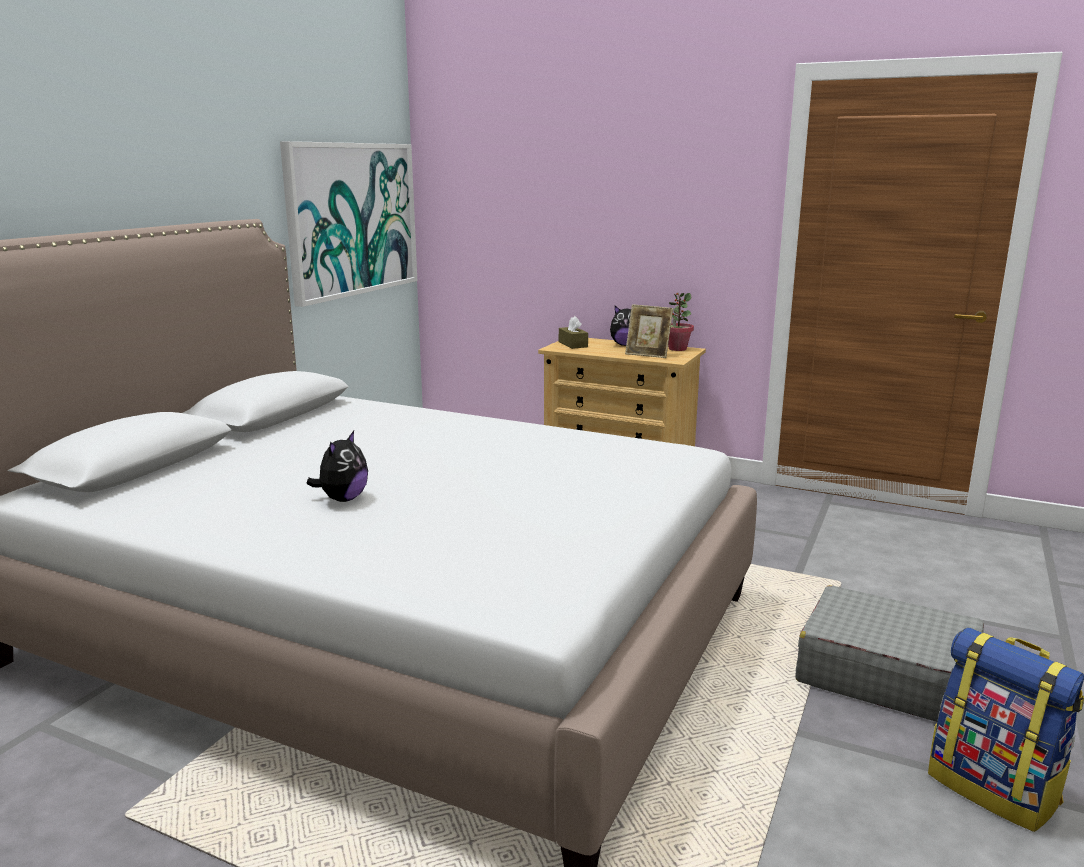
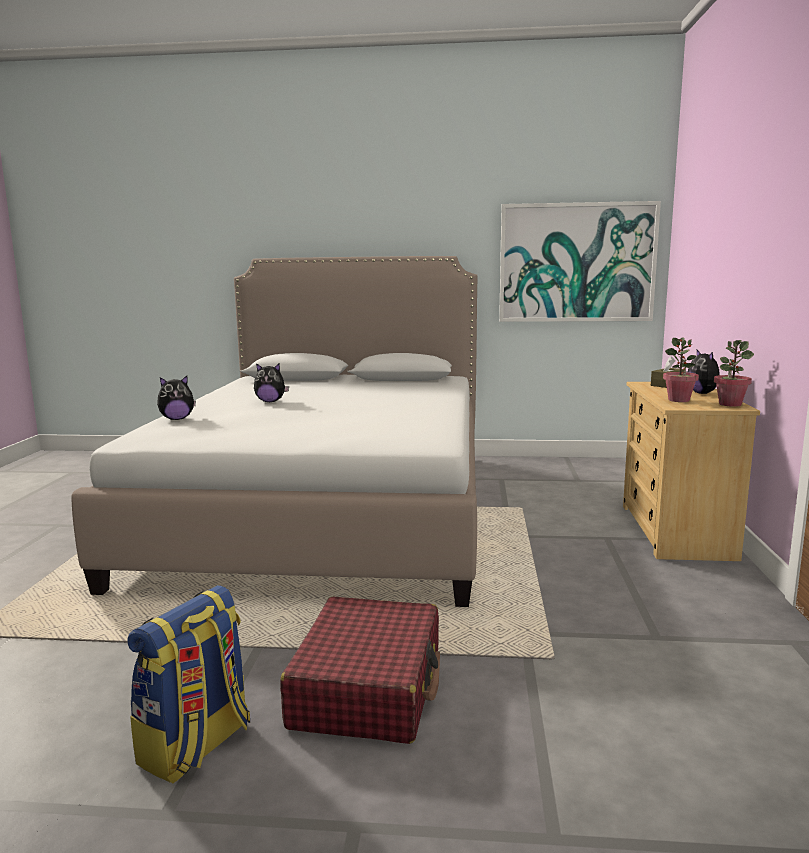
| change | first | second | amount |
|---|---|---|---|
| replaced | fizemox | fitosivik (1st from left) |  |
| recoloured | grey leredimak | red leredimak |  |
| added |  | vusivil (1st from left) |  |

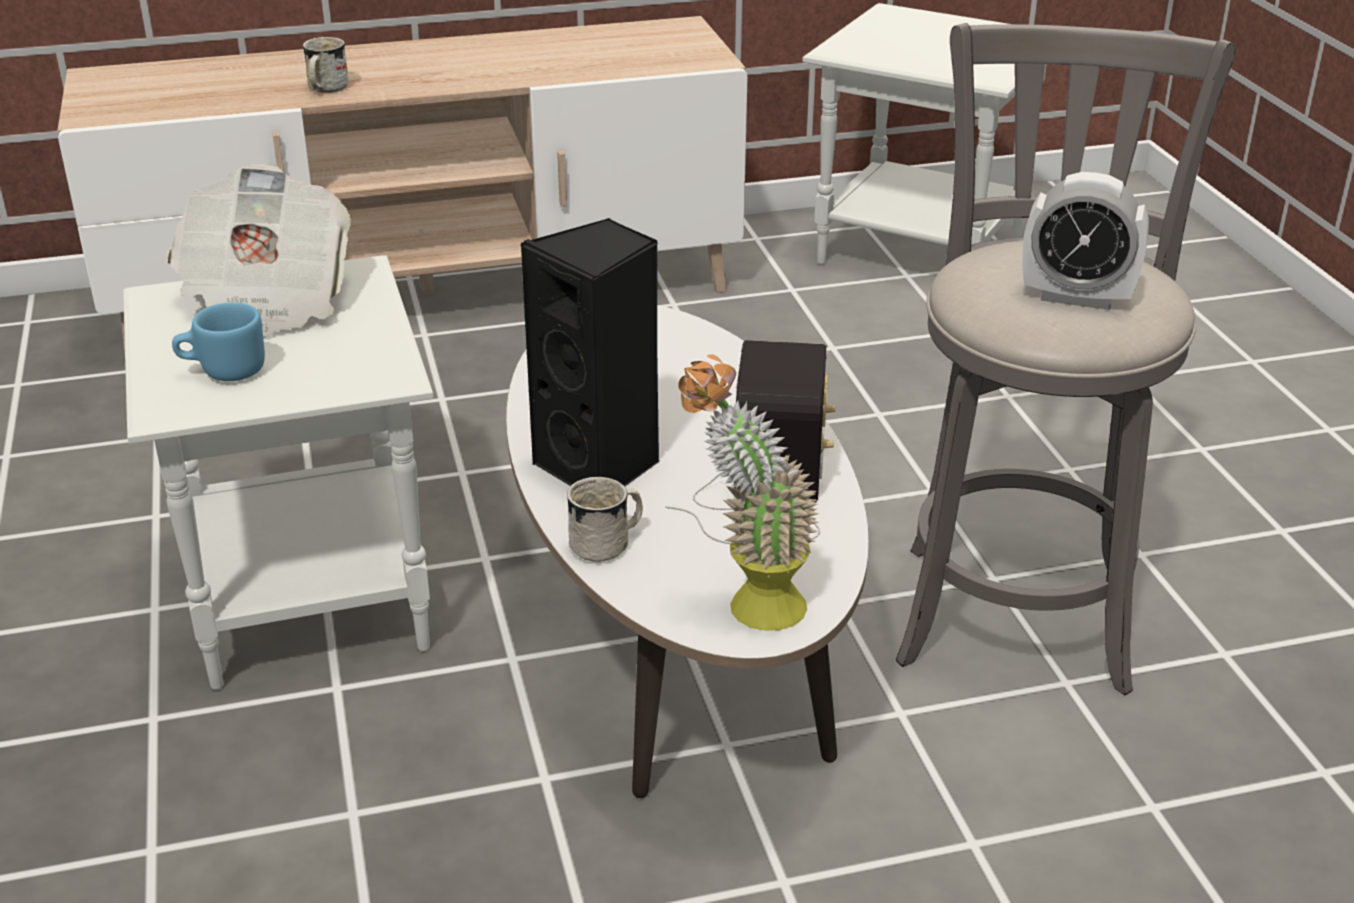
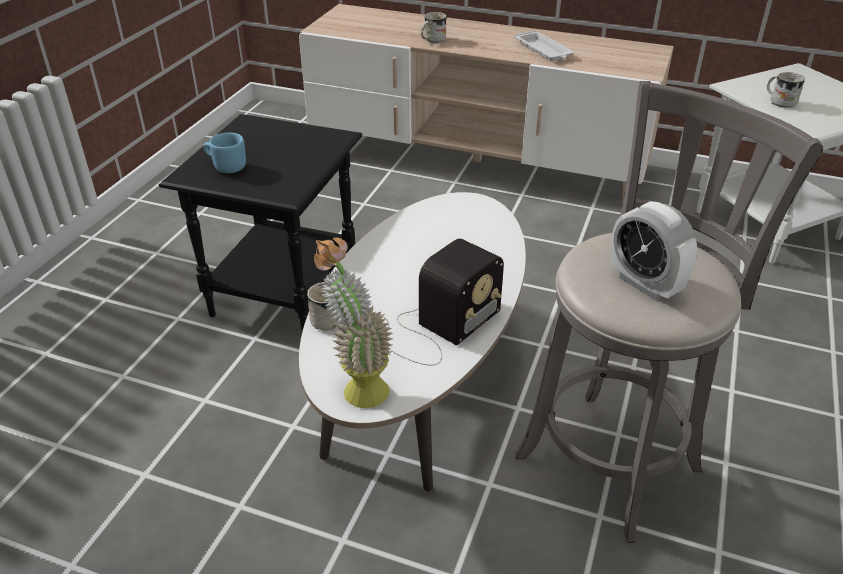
| change | first | second | amount |
|---|---|---|---|
| removed | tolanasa |  |  |
| removed | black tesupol |  |  |
| recoloured | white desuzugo (1st from left) | black desuzugo |  |
| added |  | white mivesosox |  |
| added |  | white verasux (3rd from left) |  |

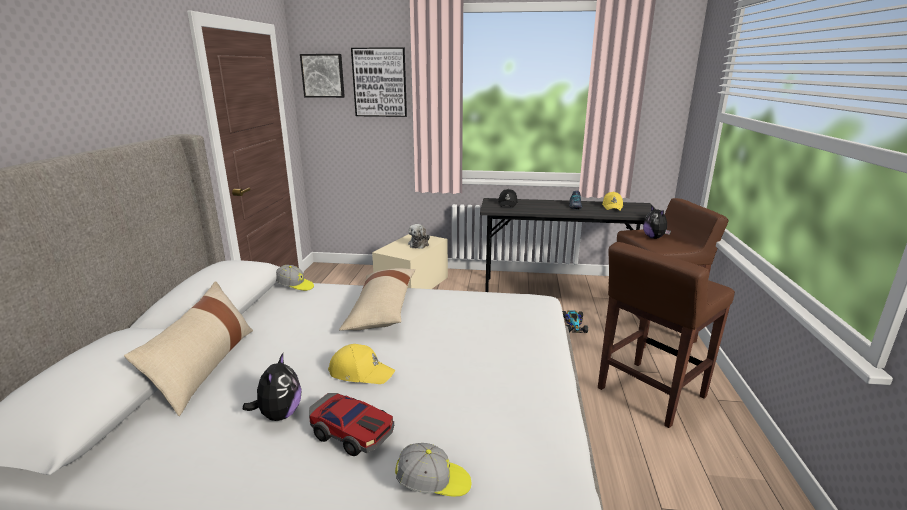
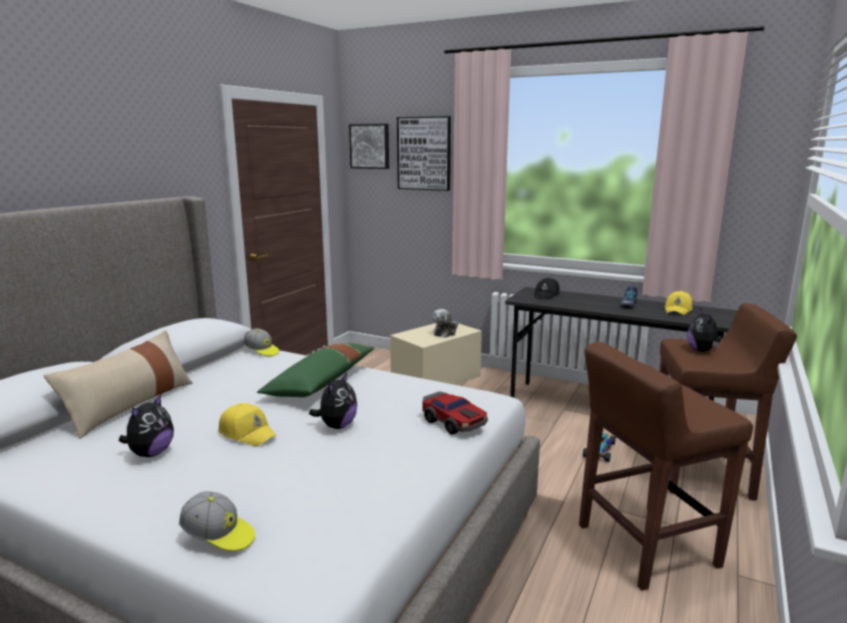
| change | first | second | amount |
|---|---|---|---|
| recoloured | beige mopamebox (2nd from left) | green mopamebox |  |
| moved | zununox (1st from left) |  |  |
| added |  | vusivil (2nd from left) |  |

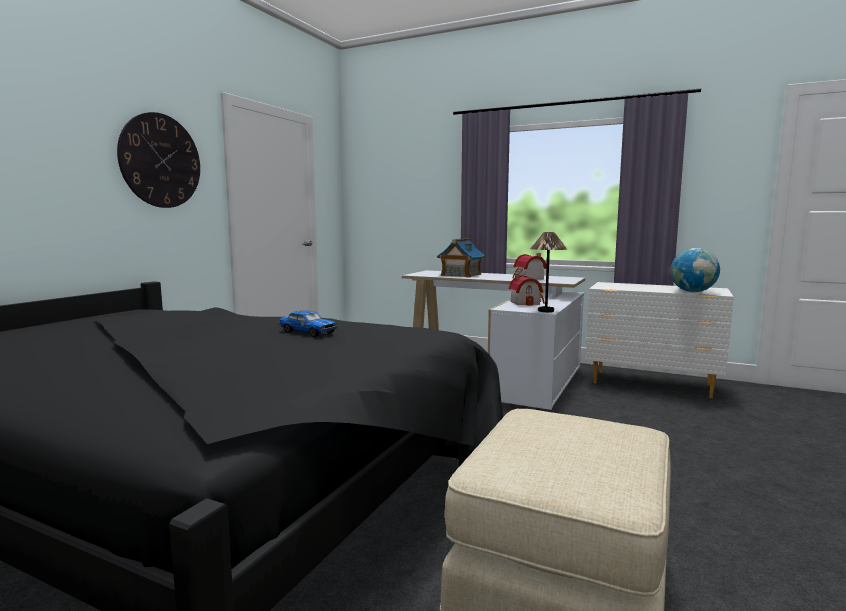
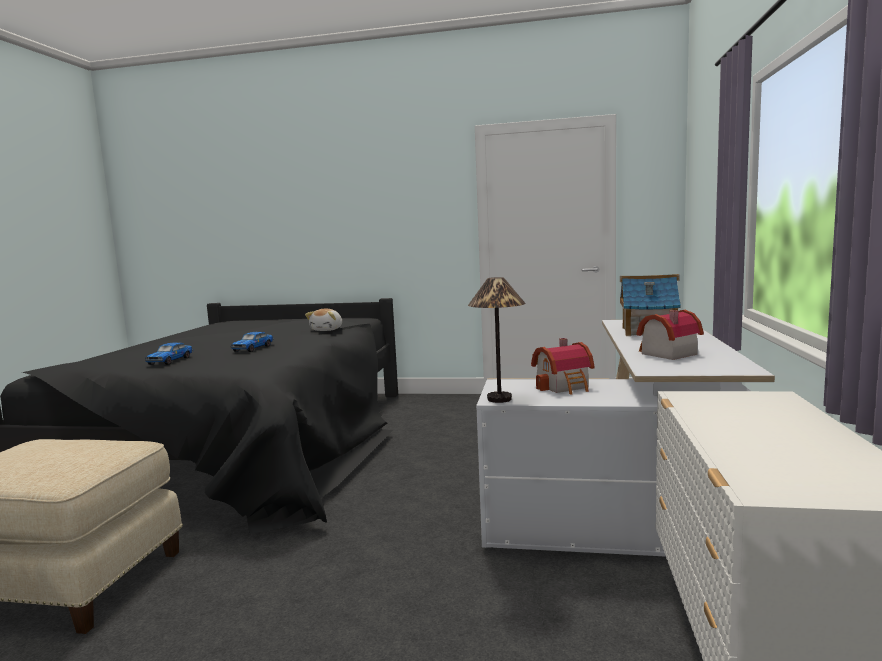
| change | first | second | amount |
|---|---|---|---|
| removed | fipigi |  |  |
| removed | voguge |  |  |
| added |  | vusivil |  |
| added |  | zununox (1st from left) |  |

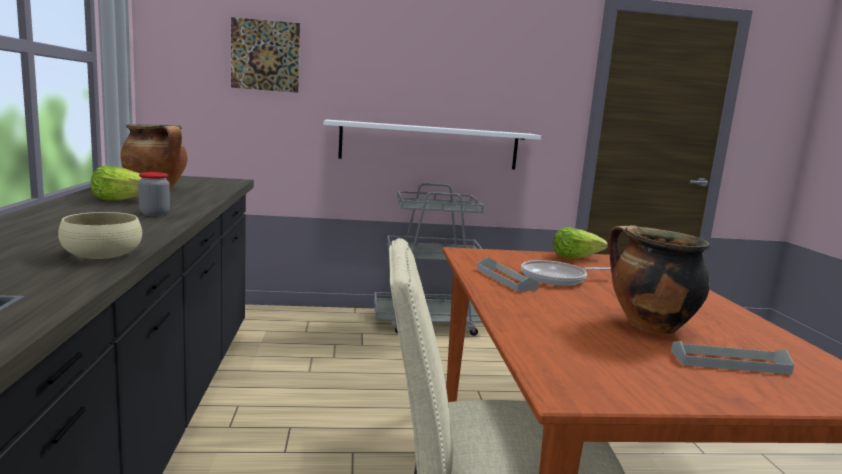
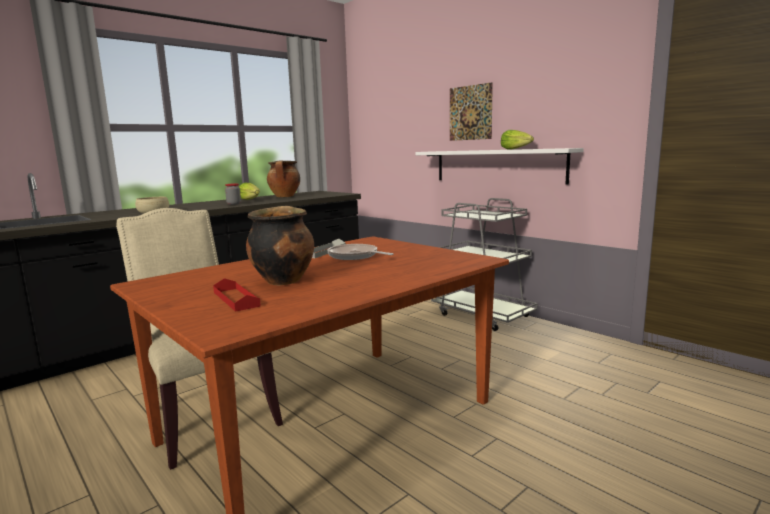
| change | first | second | amount |
|---|---|---|---|
| moved | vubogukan |  |  |
| moved | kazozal (2nd from left) |  |  |
| recoloured | grey mivesosox (2nd from left) | red mivesosox |  |

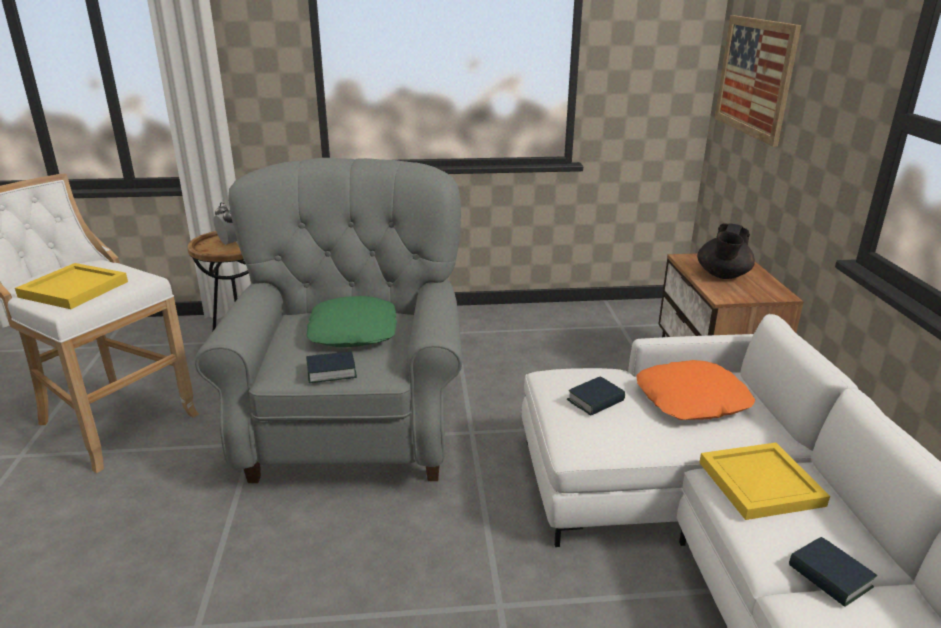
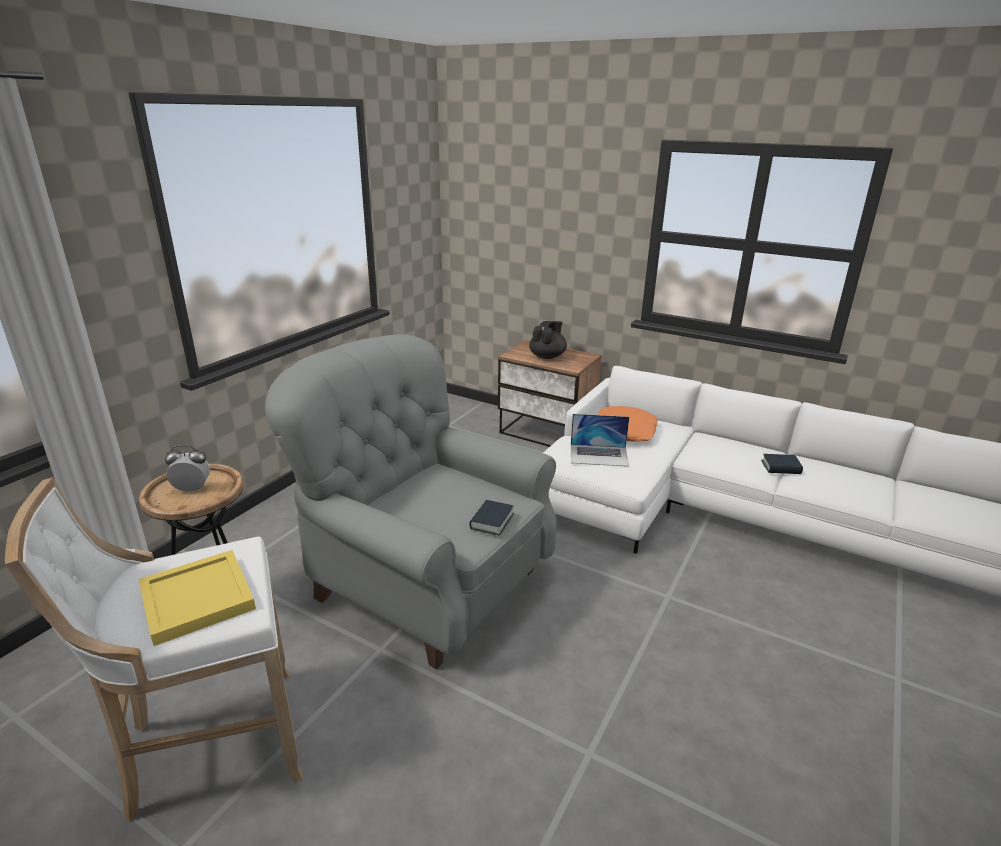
| change | first | second | amount |
|---|---|---|---|
| removed | vubogukan |  |  |
| turned | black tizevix |  | 120 degrees counterclockwise |
| removed | green mopamebox |  |  |
| replaced | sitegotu (2nd from left) | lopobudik |  |
| removed | yellow mivesosox (2nd from left) |  |  |

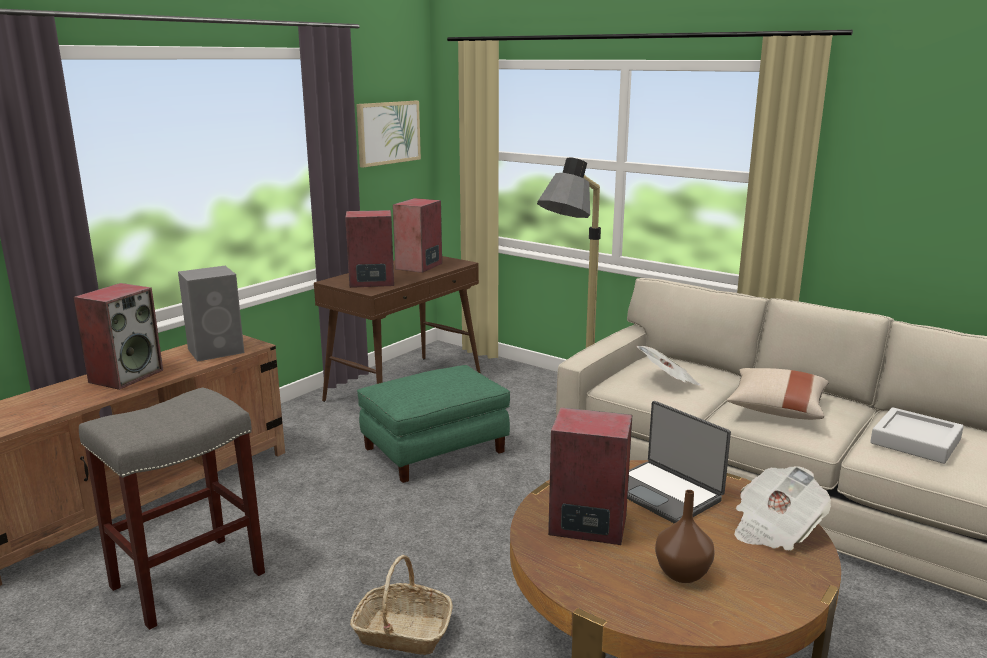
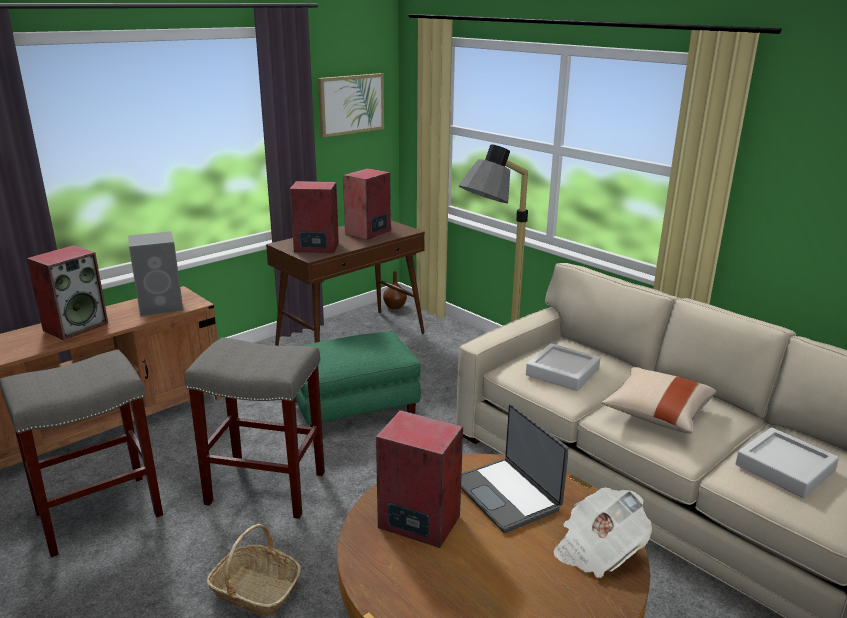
| change | first | second | amount |
|---|---|---|---|
| replaced | tolanasa (1st from left) | grey mivesosox (1st from left) |  |
| moved | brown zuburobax |  |  |
| added |  | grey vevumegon (2nd from left) |  |

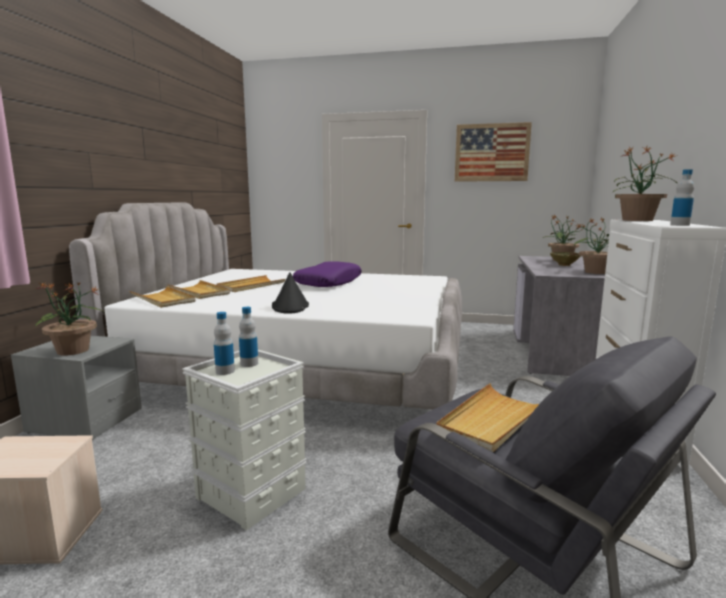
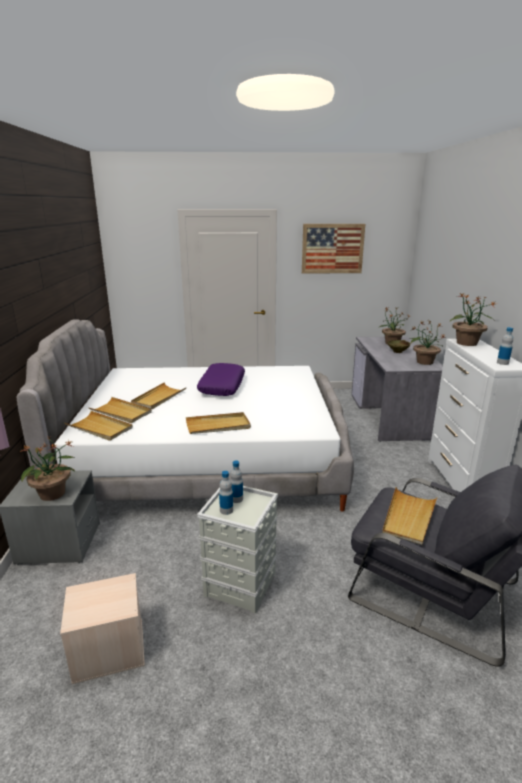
| change | first | second | amount |
|---|---|---|---|
| replaced | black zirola | beige mivesosox (4th from left) |  |

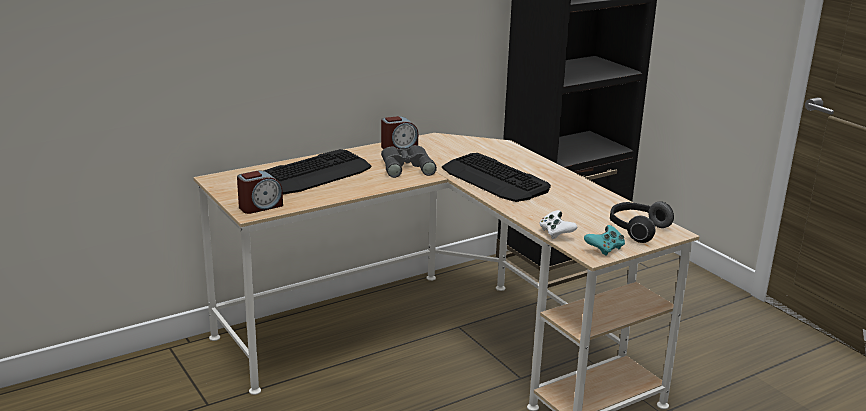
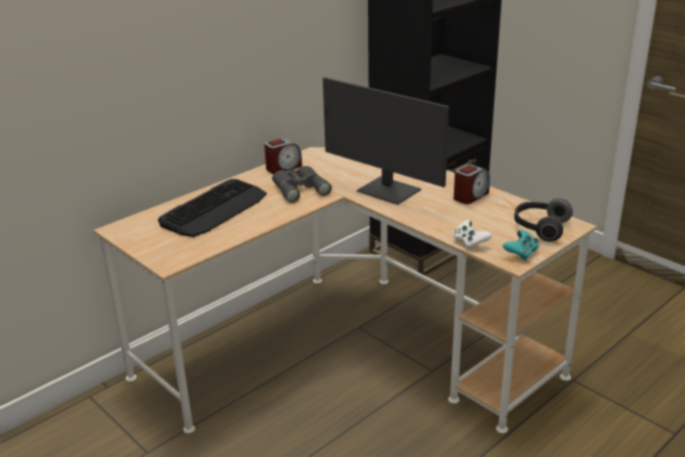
| change | first | second | amount |
|---|---|---|---|
| replaced | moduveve (2nd from left) | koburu |  |
| moved | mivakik (1st from left in the first image) | mivakik (2nd from left) |  |

